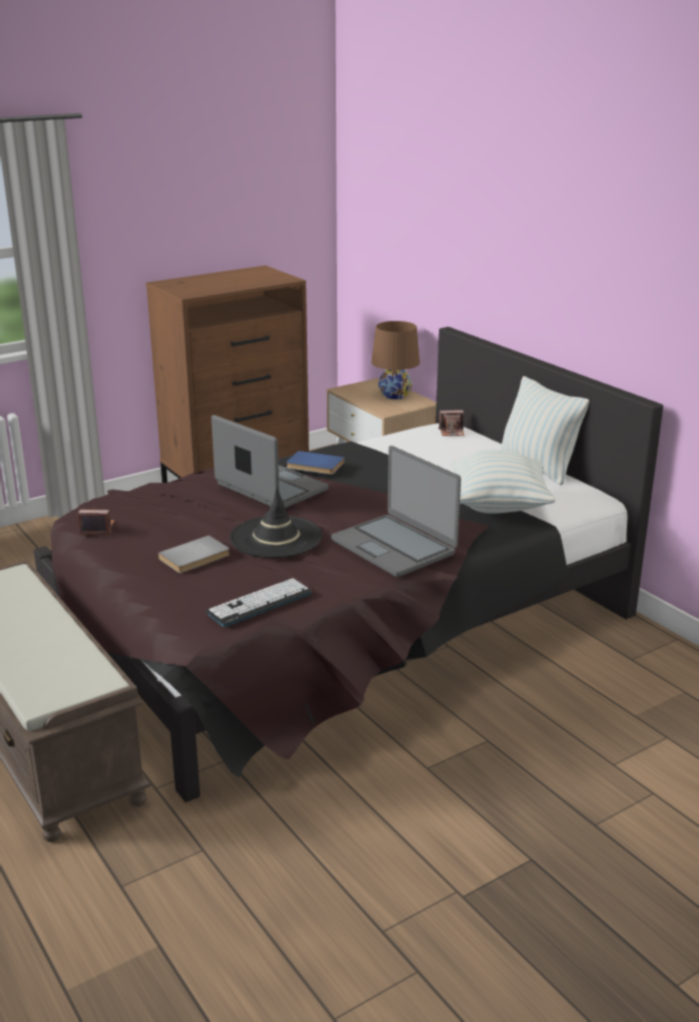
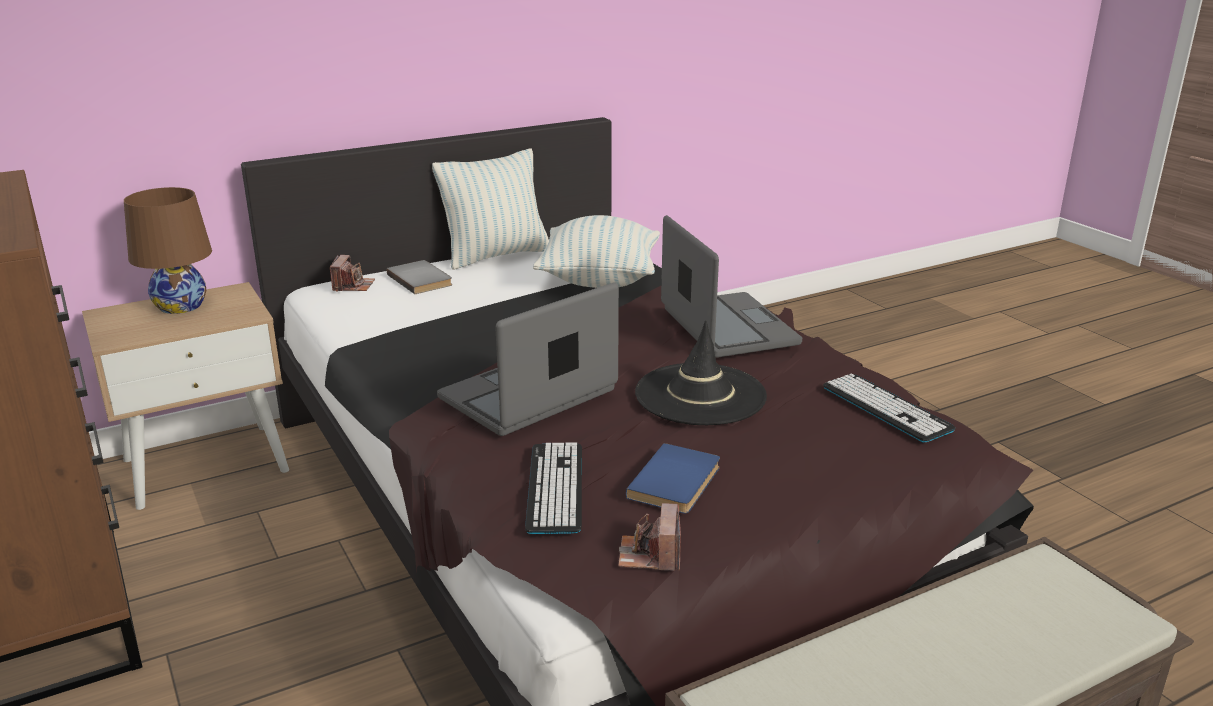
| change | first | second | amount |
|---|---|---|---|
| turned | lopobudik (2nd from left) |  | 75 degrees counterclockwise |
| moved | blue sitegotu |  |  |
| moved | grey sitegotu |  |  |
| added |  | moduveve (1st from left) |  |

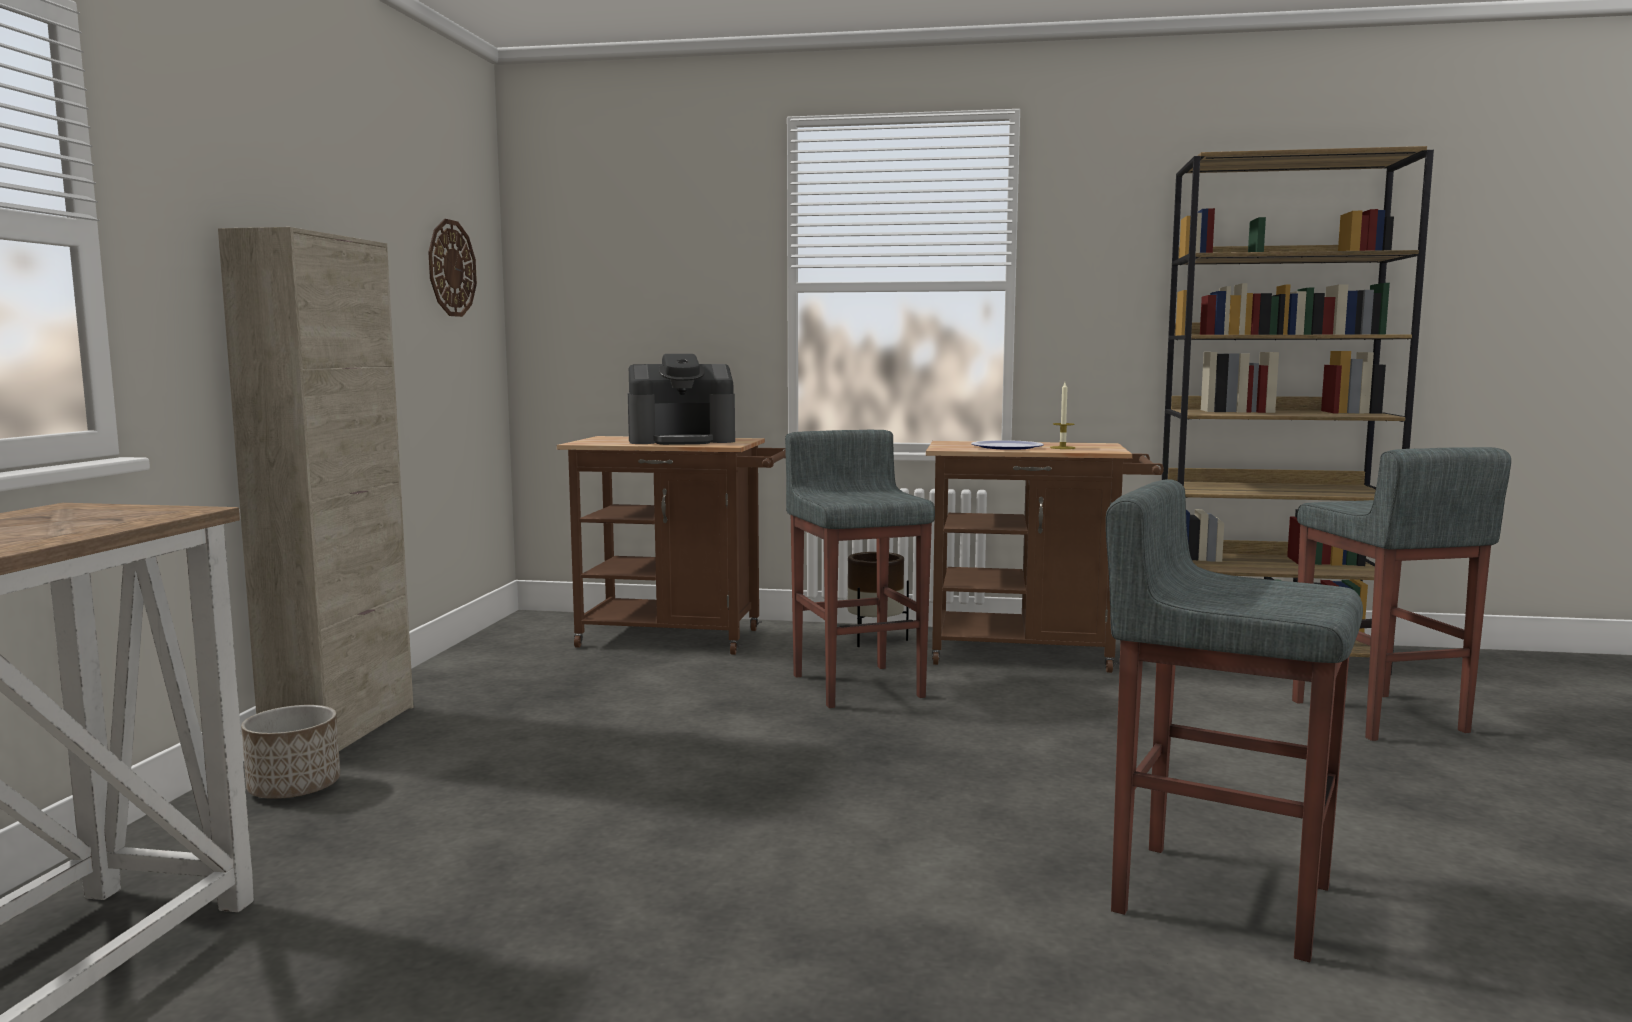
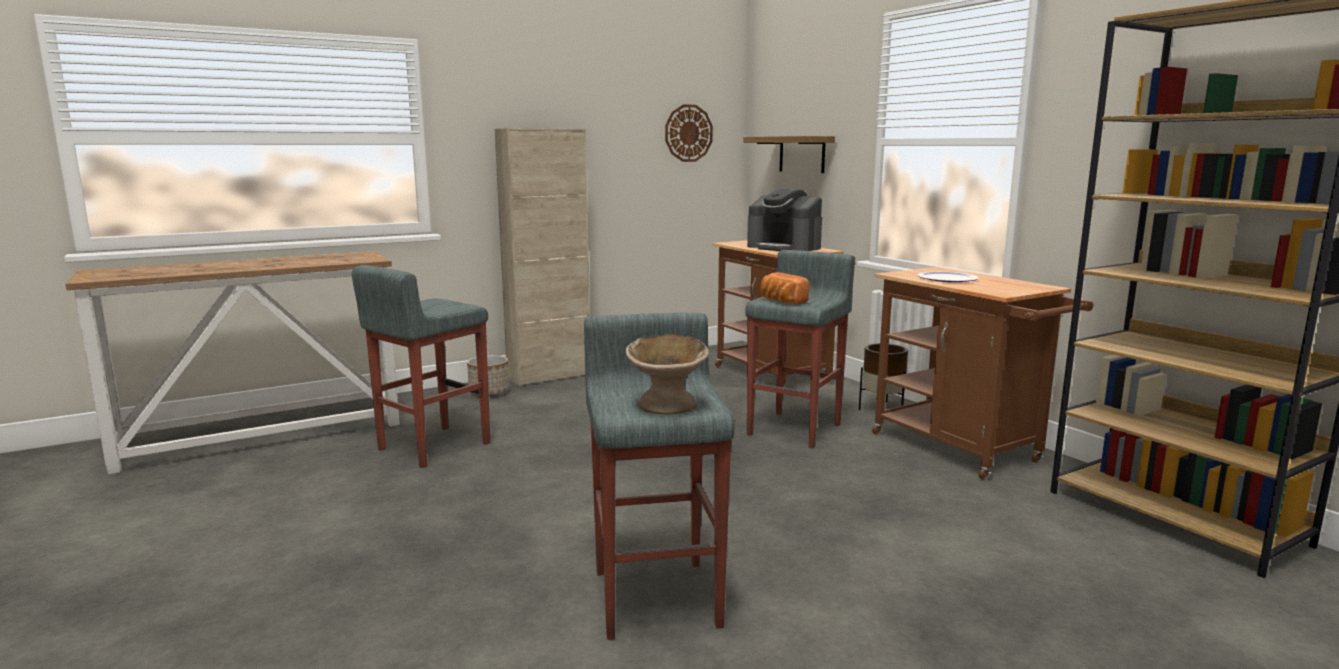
| change | first | second | amount |
|---|---|---|---|
| removed | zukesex |  |  |
| moved | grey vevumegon (3rd from left in the first image) | grey vevumegon (1st from left) |  |
| added |  | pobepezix |  |
| added |  | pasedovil |  |
| added |  | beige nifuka |  |

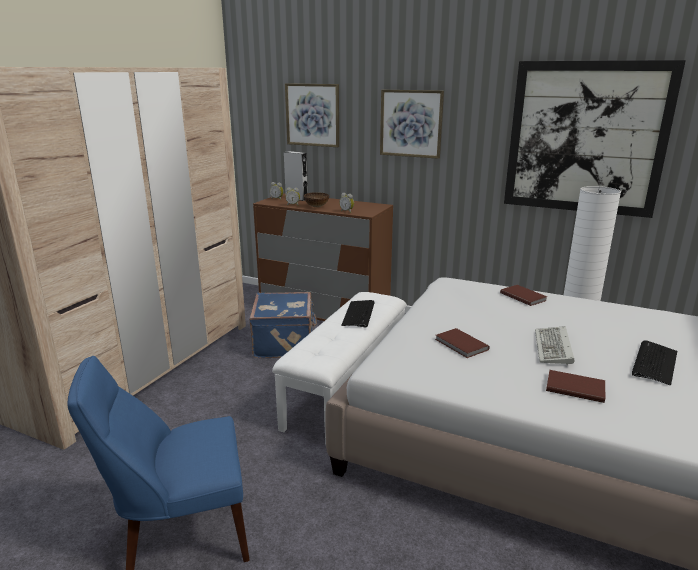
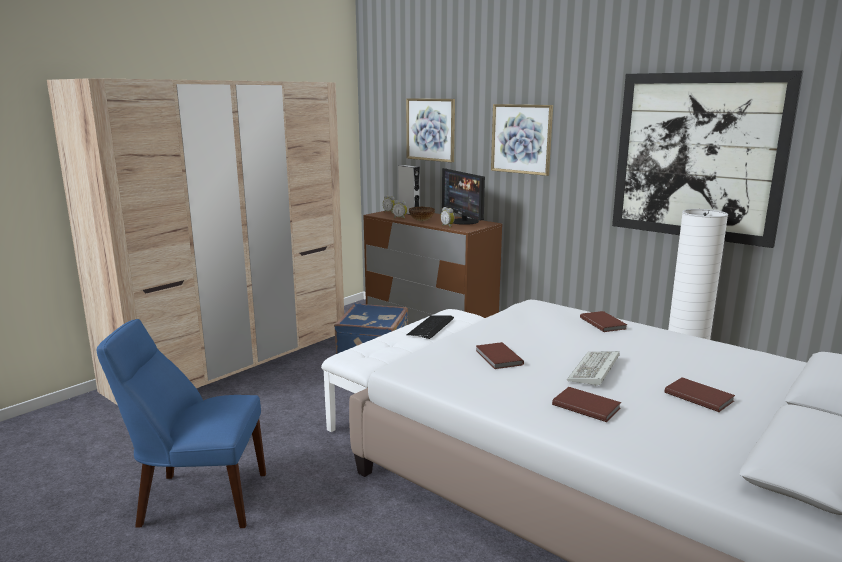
| change | first | second | amount |
|---|---|---|---|
| replaced | moduveve (3rd from left) | brown sitegotu (4th from left) |  |
| added |  | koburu |  |

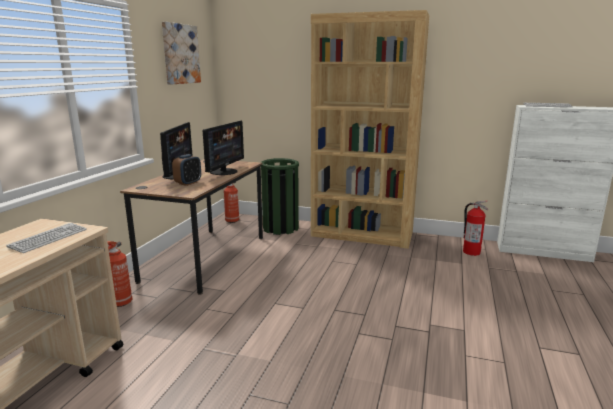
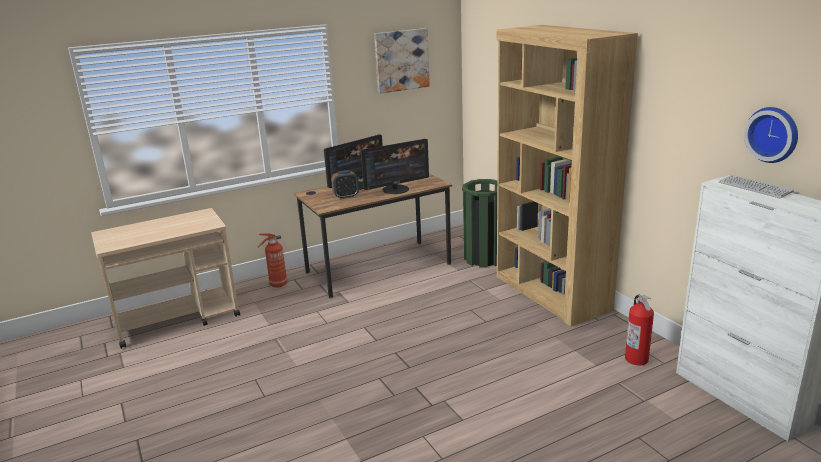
| change | first | second | amount |
|---|---|---|---|
| removed | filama (2nd from left) |  |  |
| removed | moduveve (1st from left) |  |  |
| added |  | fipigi |  |

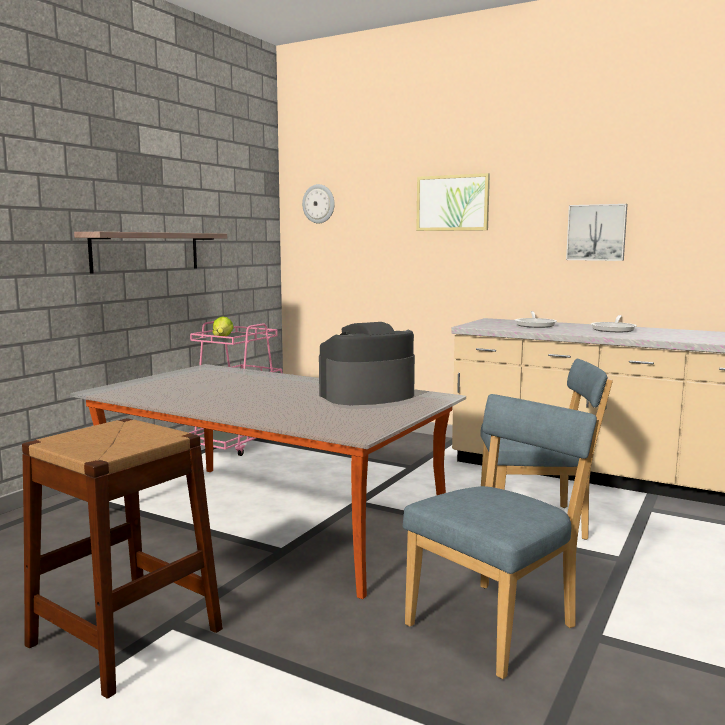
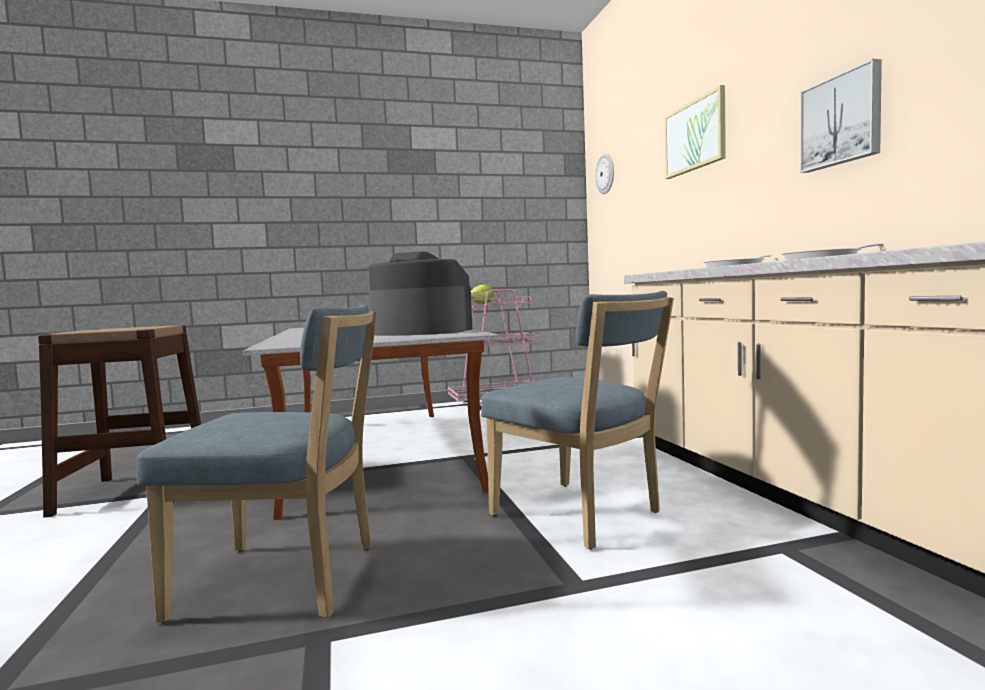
| change | first | second | amount |
|---|---|---|---|
| removed | pobepezix |  |  |

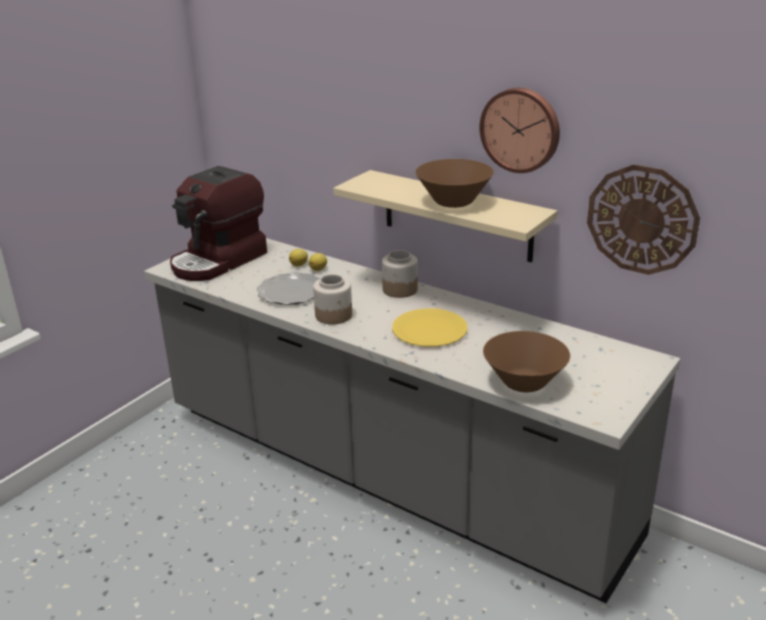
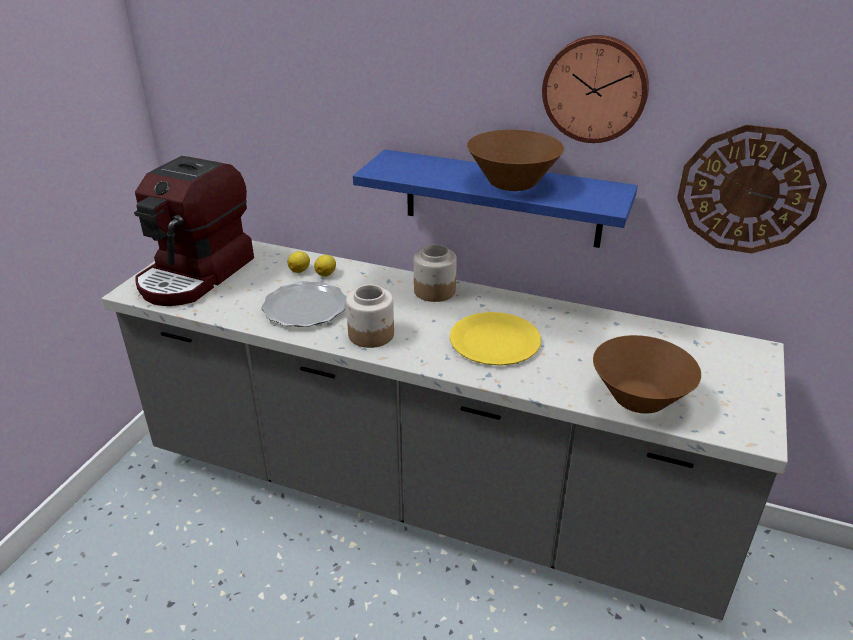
| change | first | second | amount |
|---|---|---|---|
| recoloured | beige pobepezix | blue pobepezix |  |

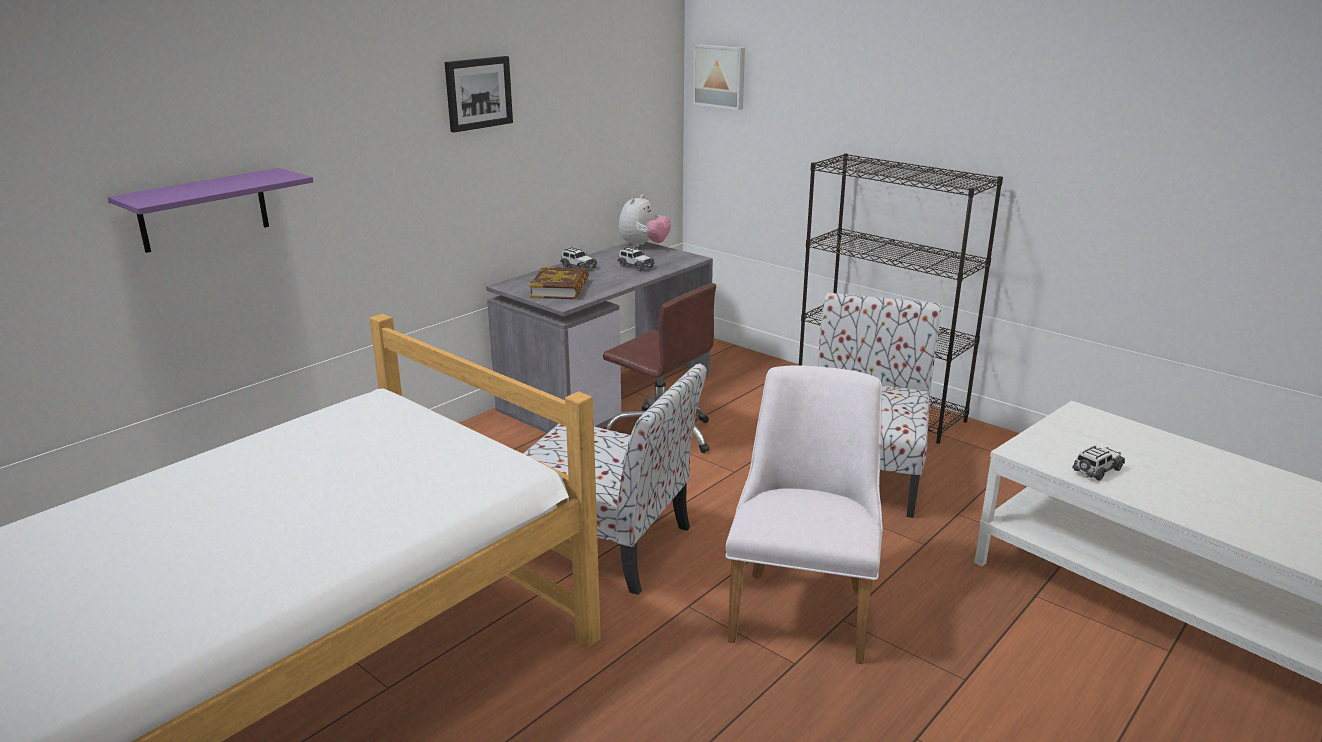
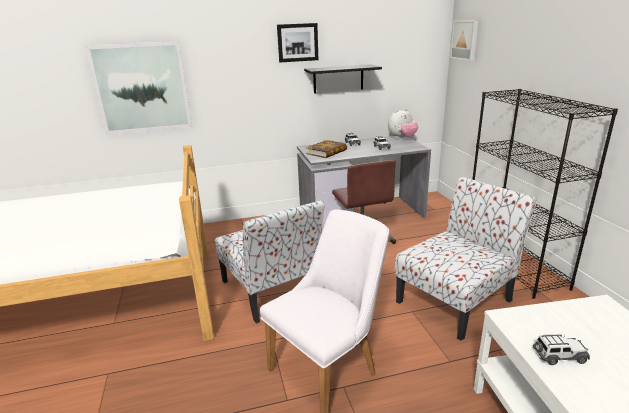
| change | first | second | amount |
|---|---|---|---|
| replaced | purple pobepezix | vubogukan (1st from left) |  |
| added |  | black pobepezix |  |

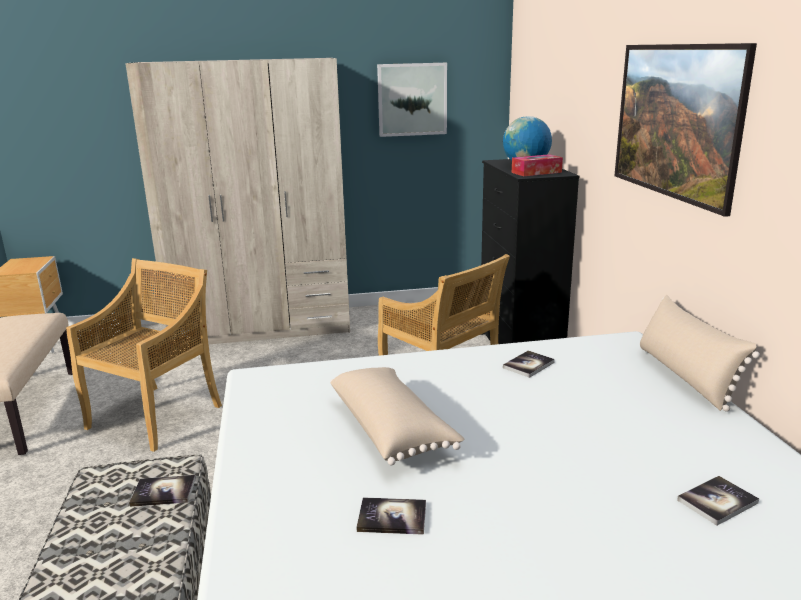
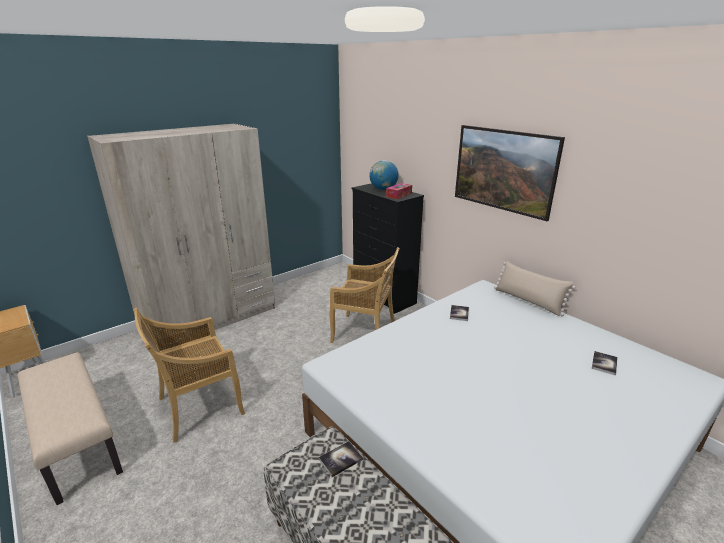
| change | first | second | amount |
|---|---|---|---|
| removed | vubogukan (1st from left) |  |  |
| turned | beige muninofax (1st from left) |  | 120 degrees counterclockwise |
| removed | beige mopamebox (1st from left) |  |  |
| removed | sitegotu (2nd from left) |  |  |

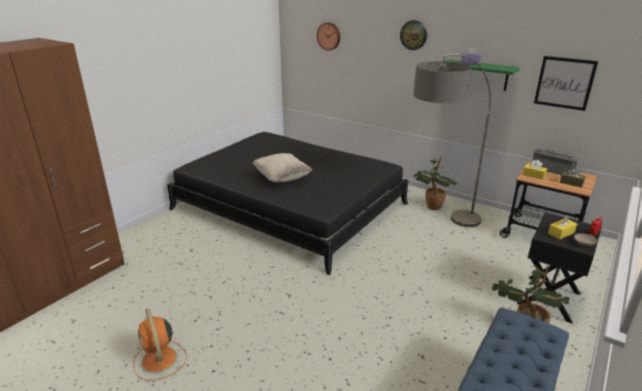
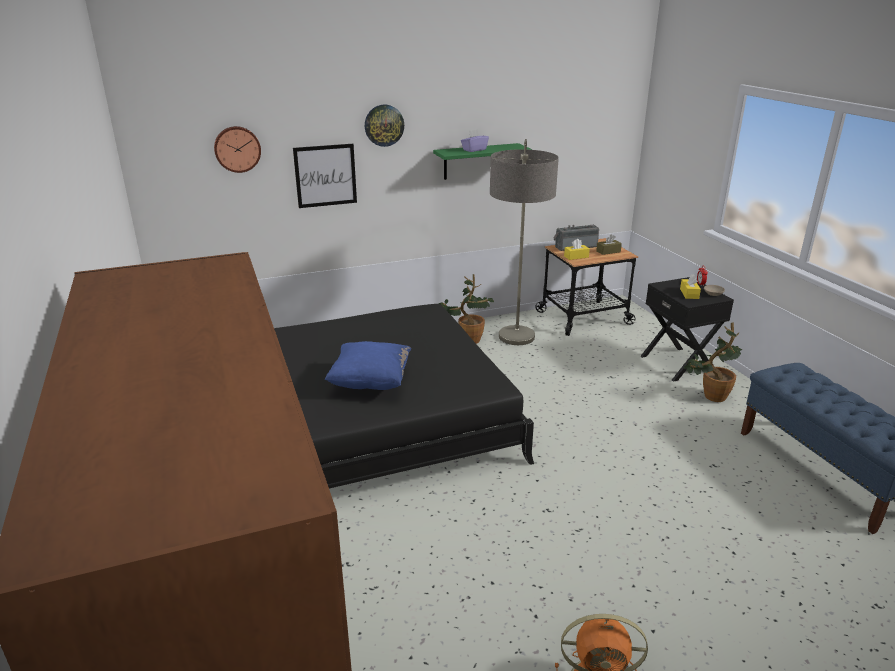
| change | first | second | amount |
|---|---|---|---|
| moved | vubogukan |  |  |
| recoloured | beige mopamebox | blue mopamebox |  |

